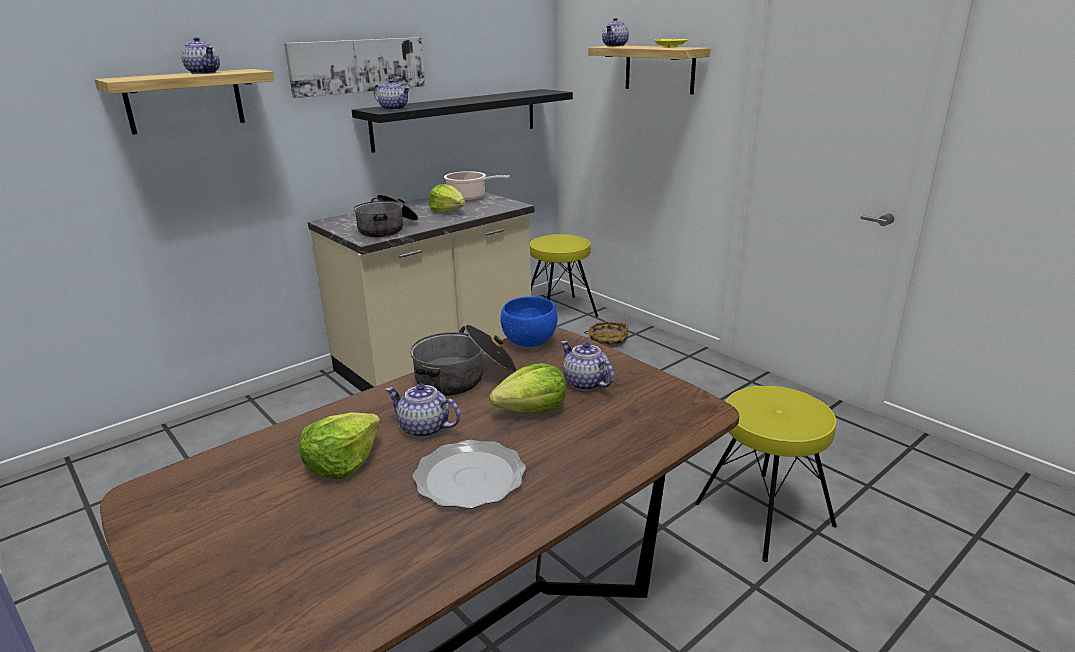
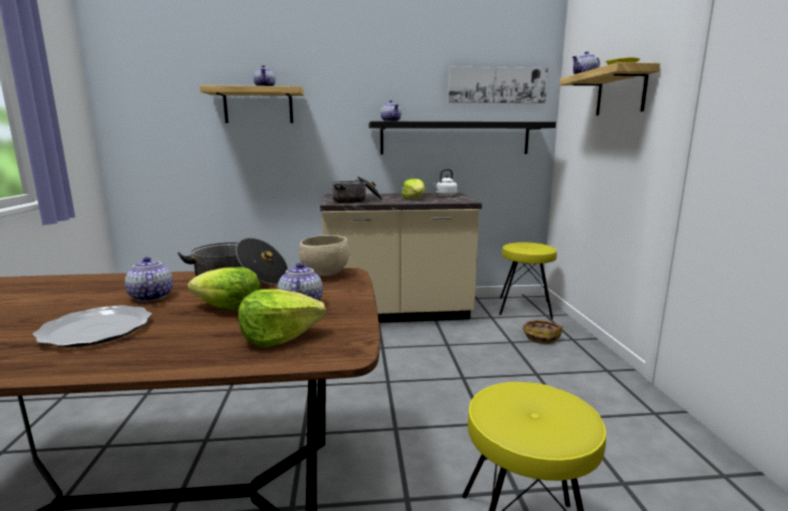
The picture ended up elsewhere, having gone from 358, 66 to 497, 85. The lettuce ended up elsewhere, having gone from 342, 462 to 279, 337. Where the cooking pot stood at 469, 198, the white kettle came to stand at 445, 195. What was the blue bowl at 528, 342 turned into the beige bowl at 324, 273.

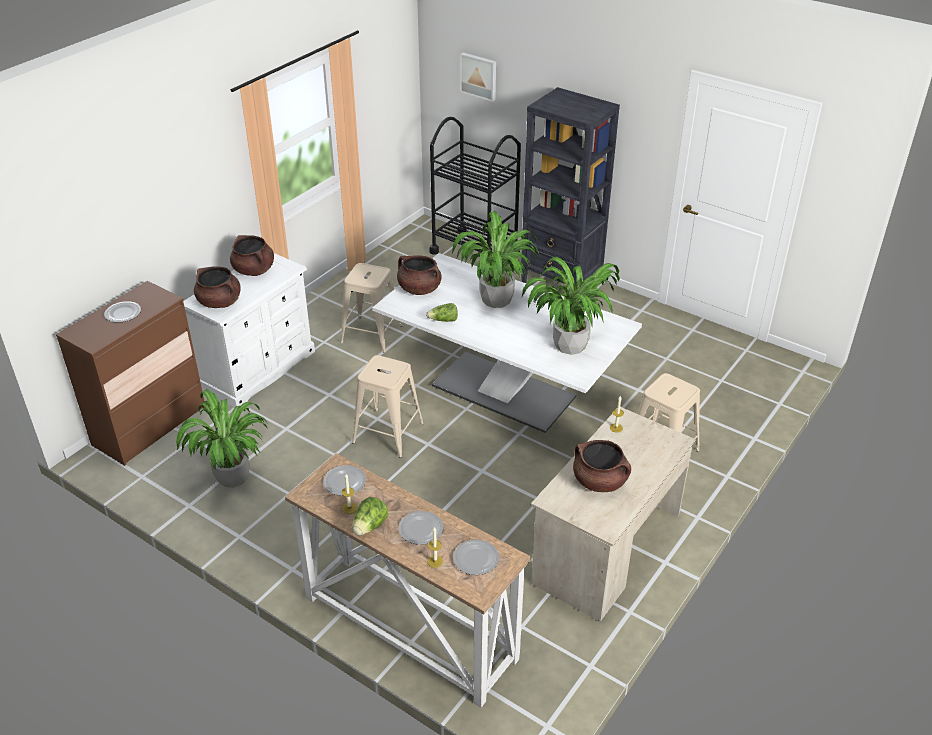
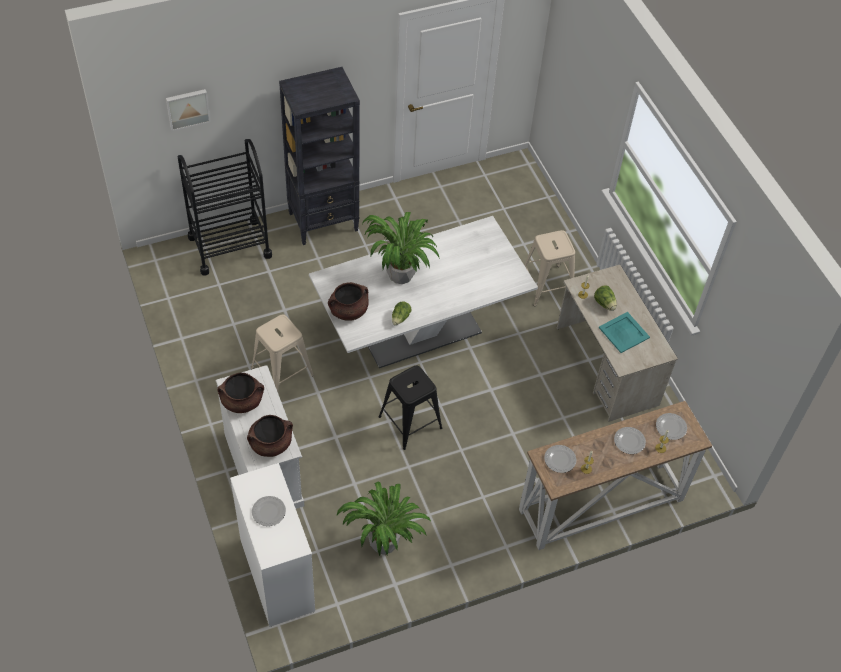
The second view lost the potted plant at 570, 345. The lettuce ended up elsewhere, having gone from 369, 526 to 604, 303. Where the brown cooking pot stood at 600, 481, the turquoise tray came to stand at 624, 332. What was the brown dresser at 150, 426 turned into the white dresser at 277, 575. What was the beige stool at 388, 433 turned into the black stool at 410, 422.

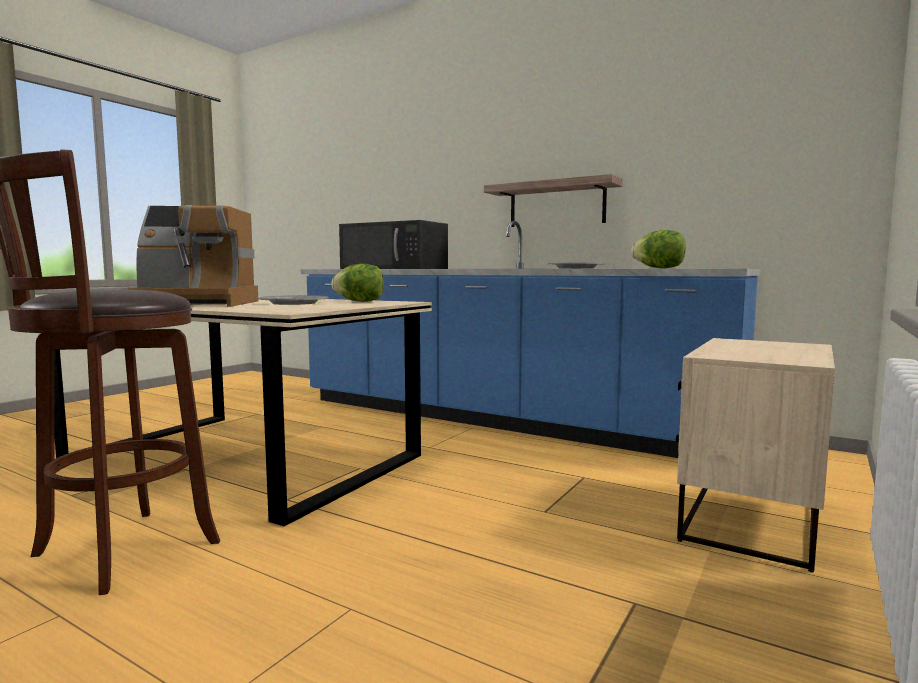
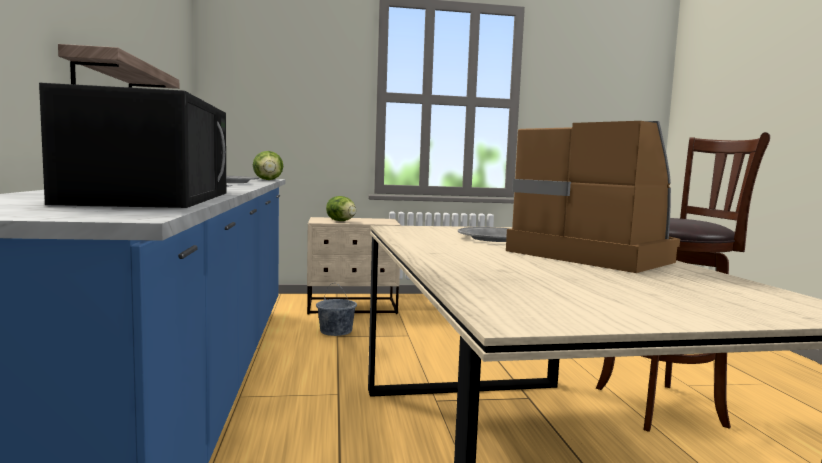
The second view gained the grey bucket at 336, 331. The lettuce ended up elsewhere, having gone from 360, 301 to 341, 221.

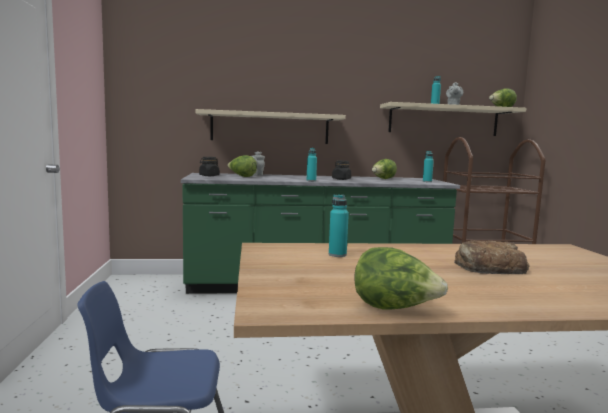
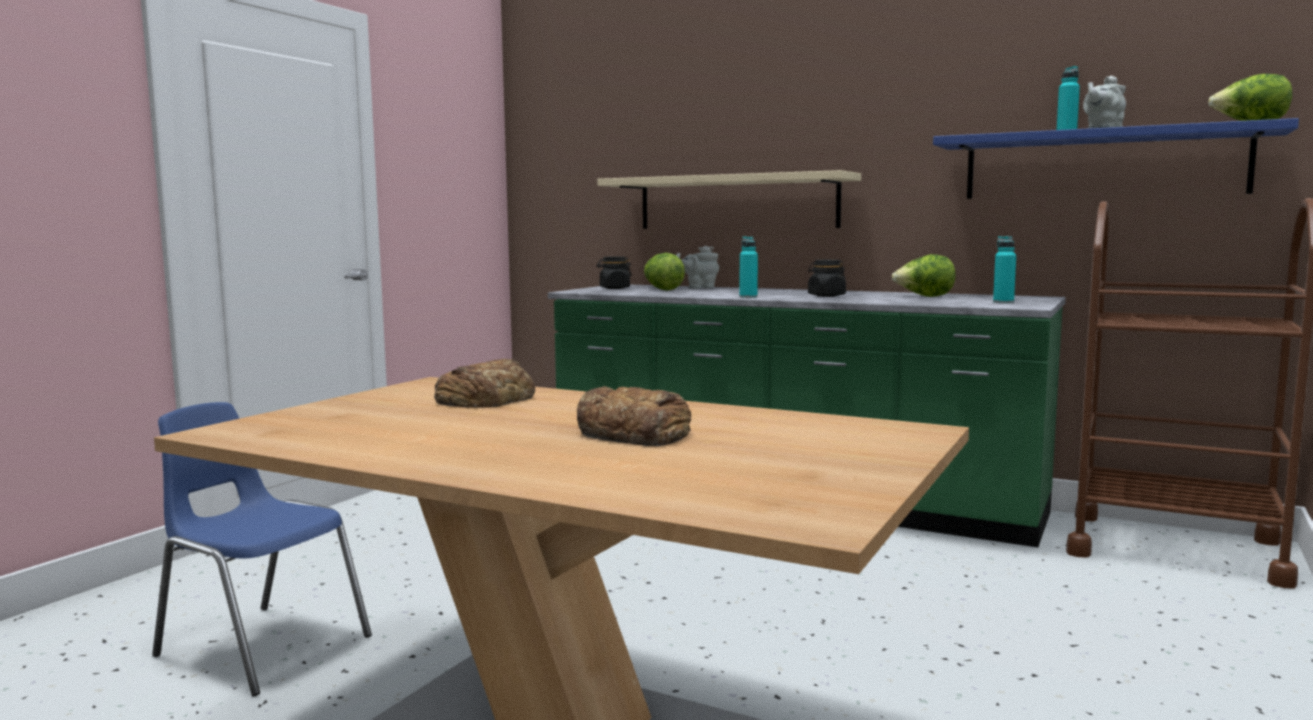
The second view lost the lettuce at 394, 308. Where the turquoise bottle stood at 337, 254, the bread came to stand at 486, 398. What was the beige shelf at 443, 120 turned into the blue shelf at 1102, 165.

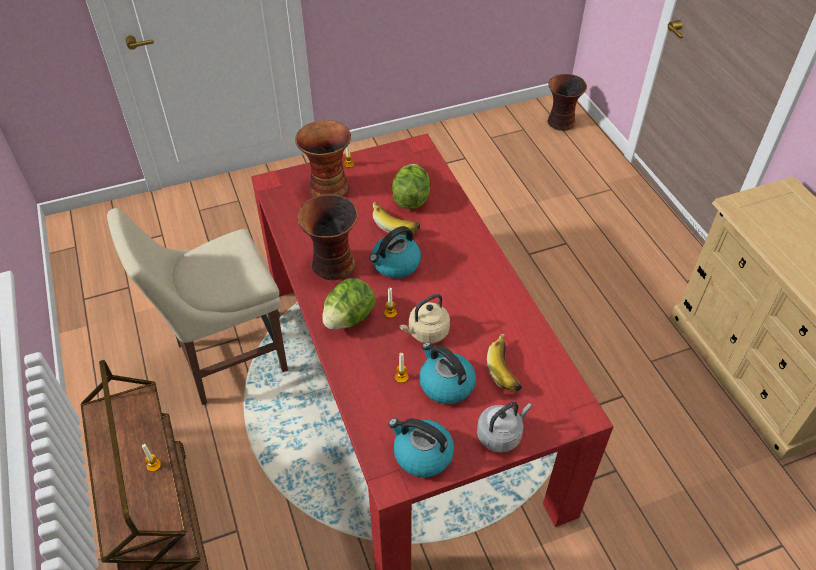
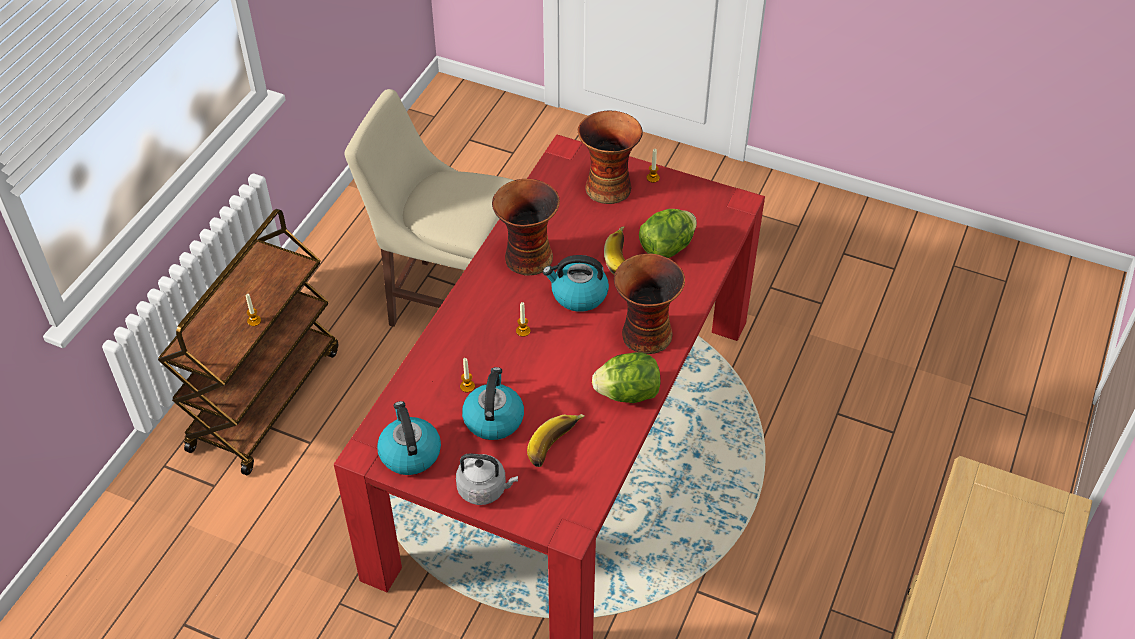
The second view lost the beige kettle at 426, 332. The lettuce ended up elsewhere, having gone from 349, 318 to 628, 393. The vase ended up elsewhere, having gone from 560, 122 to 644, 335.

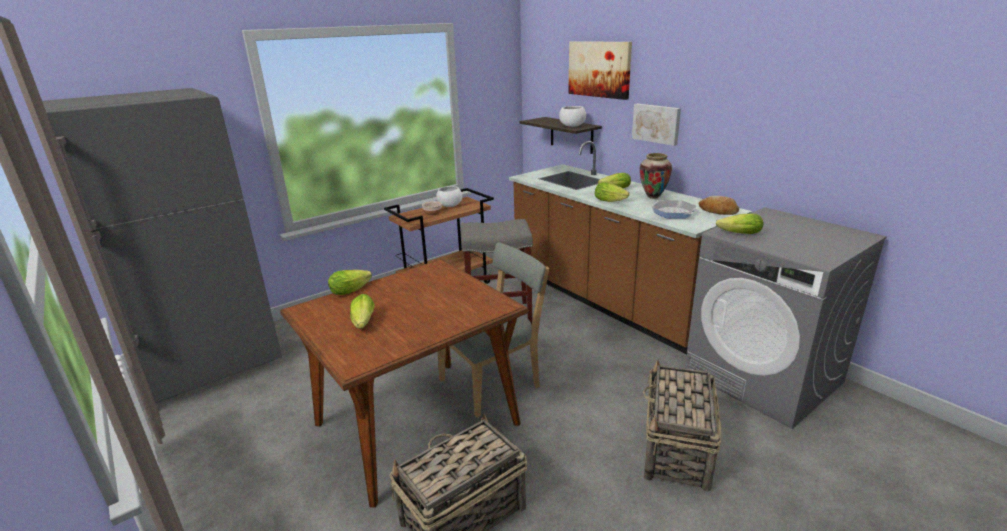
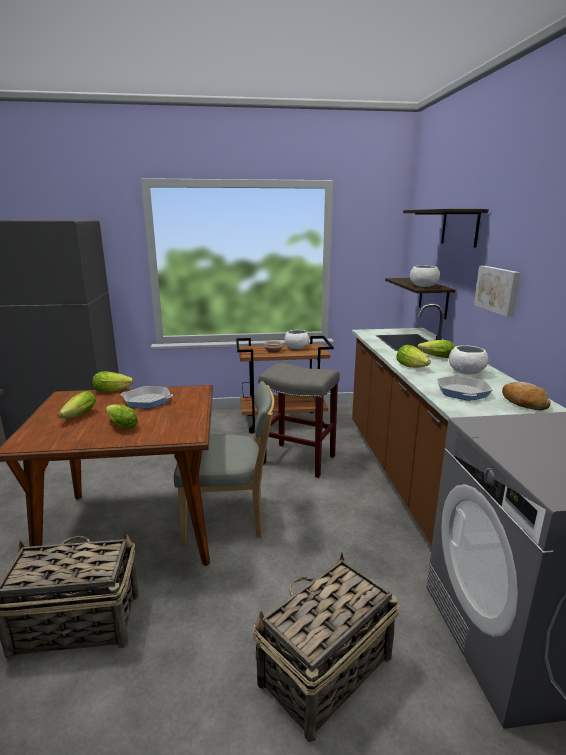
The second view gained the frying pan at 147, 401. The lettuce ended up elsewhere, having gone from 737, 234 to 121, 425. Where the picture hung at 599, 69, the shelf came to hang at 460, 227. Where the vase stood at 653, 197, the white bowl came to stand at 466, 372.

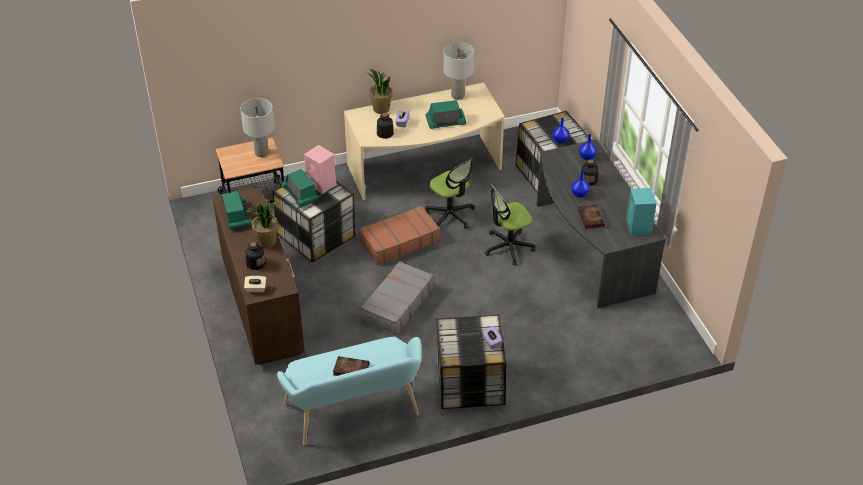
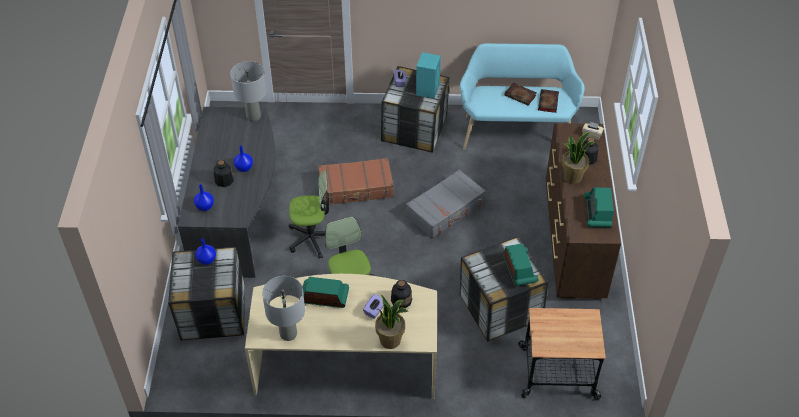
The second view lost the pink speaker at 322, 184. The grey table lamp ended up elsewhere, having gone from 261, 153 to 253, 116. The brown suitcase ended up elsewhere, having gone from 399, 241 to 356, 188. The book ended up elsewhere, having gone from 590, 218 to 548, 103. The turquoise speaker ended up elsewhere, having gone from 638, 227 to 428, 89.

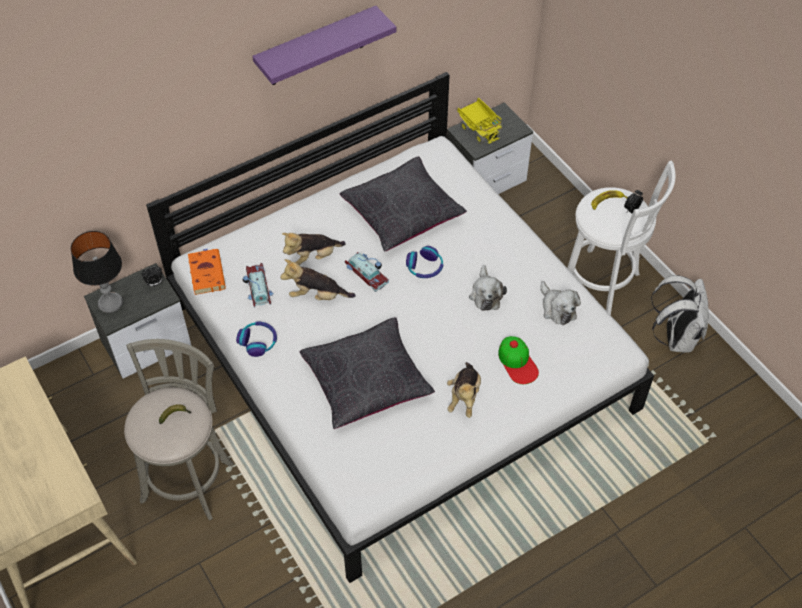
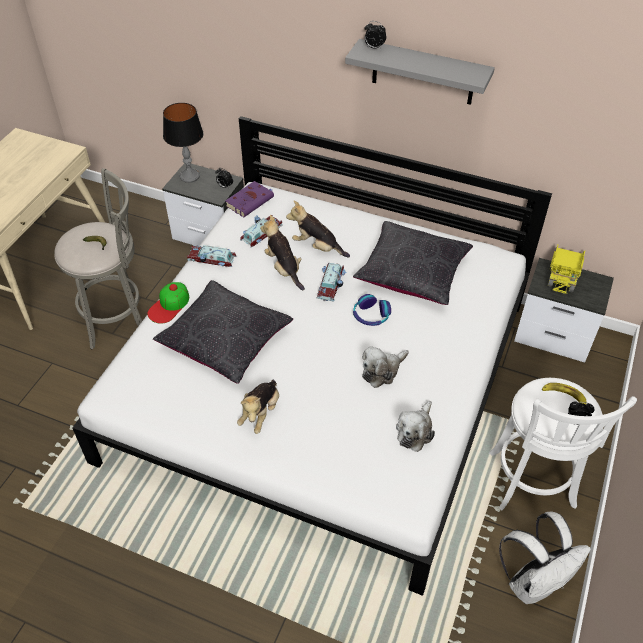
The second view gained the alarm clock at 374, 48. The cap ended up elsewhere, having gone from 517, 362 to 169, 305. Where the headphones stood at 258, 341, the toy car came to stand at 212, 260. What was the orange book at 206, 272 turned into the purple book at 250, 201. What was the purple shelf at 316, 47 turned into the grey shelf at 423, 73. The plush toy at 464, 397 ended up facing another way, 45 degrees counterclockwise from before.

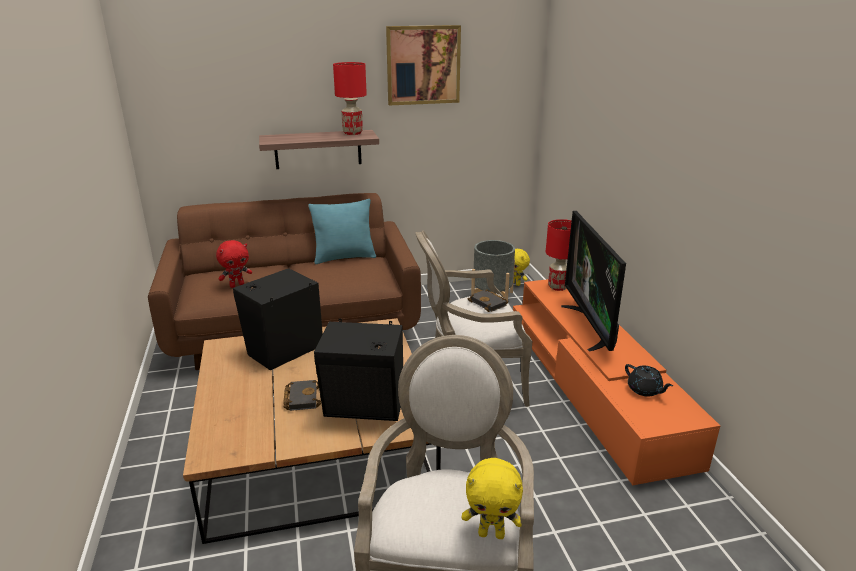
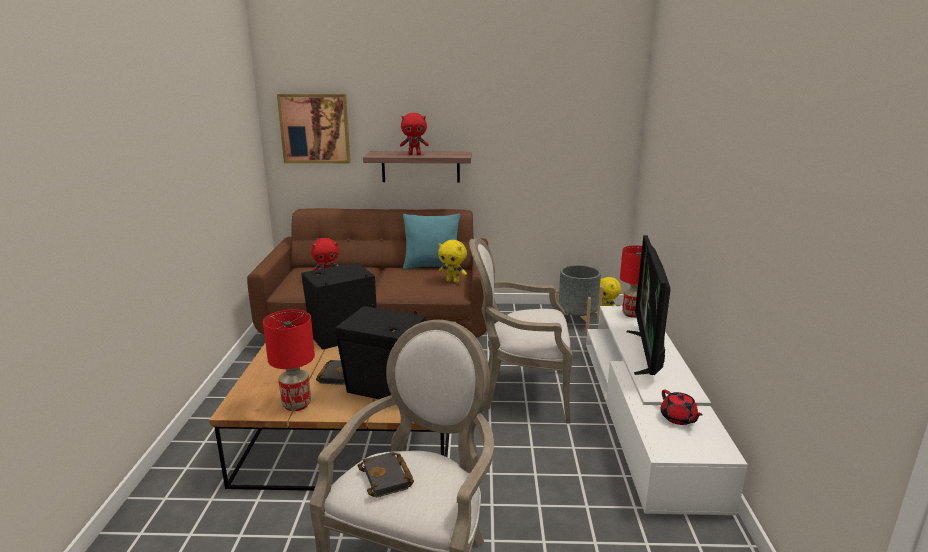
The second view gained the red plush toy at 414, 154. The red table lamp ended up elsewhere, having gone from 353, 133 to 297, 405. The picture ended up elsewhere, having gone from 423, 65 to 315, 128. The yellow plush toy ended up elsewhere, having gone from 492, 533 to 453, 281. The black book ended up elsewhere, having gone from 489, 303 to 388, 478. What was the orange tv stand at 591, 384 turned into the white tv stand at 644, 413. What was the black teapot at 644, 390 turned into the red teapot at 678, 418.

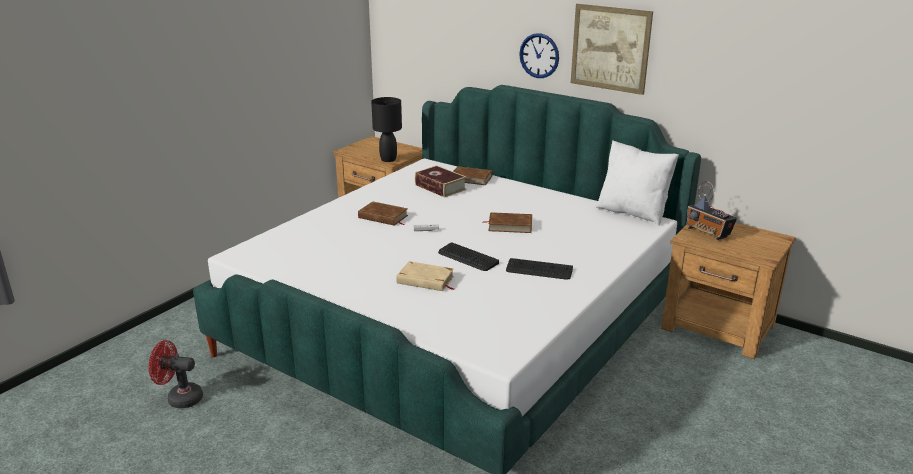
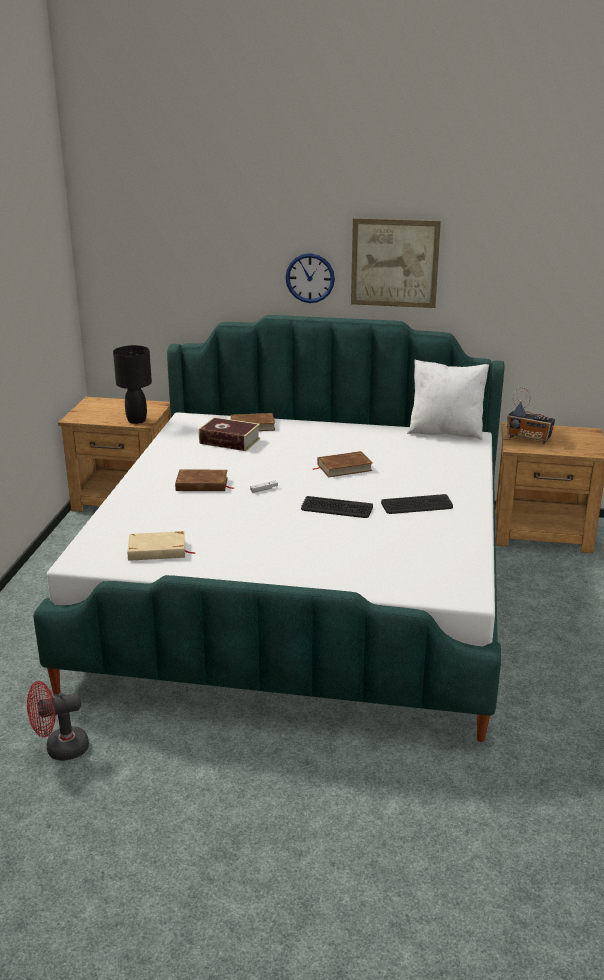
The beige book ended up elsewhere, having gone from 425, 280 to 157, 550.

